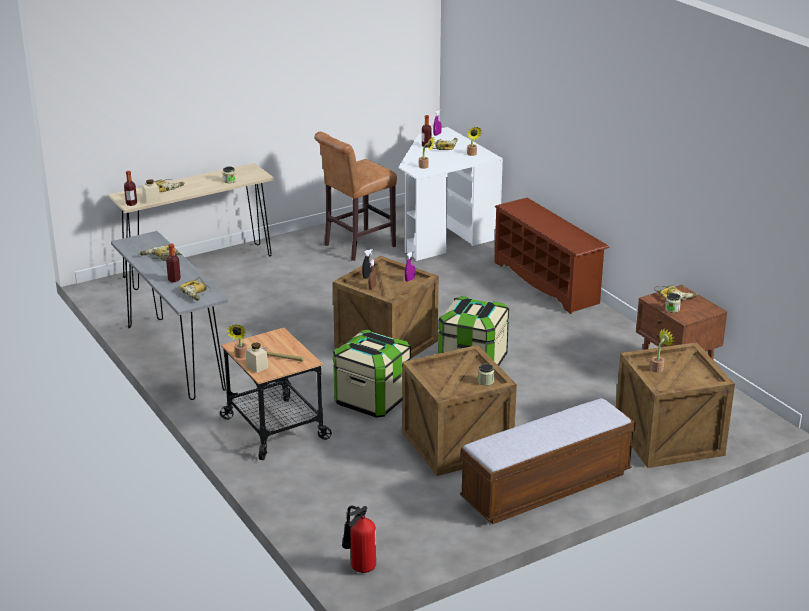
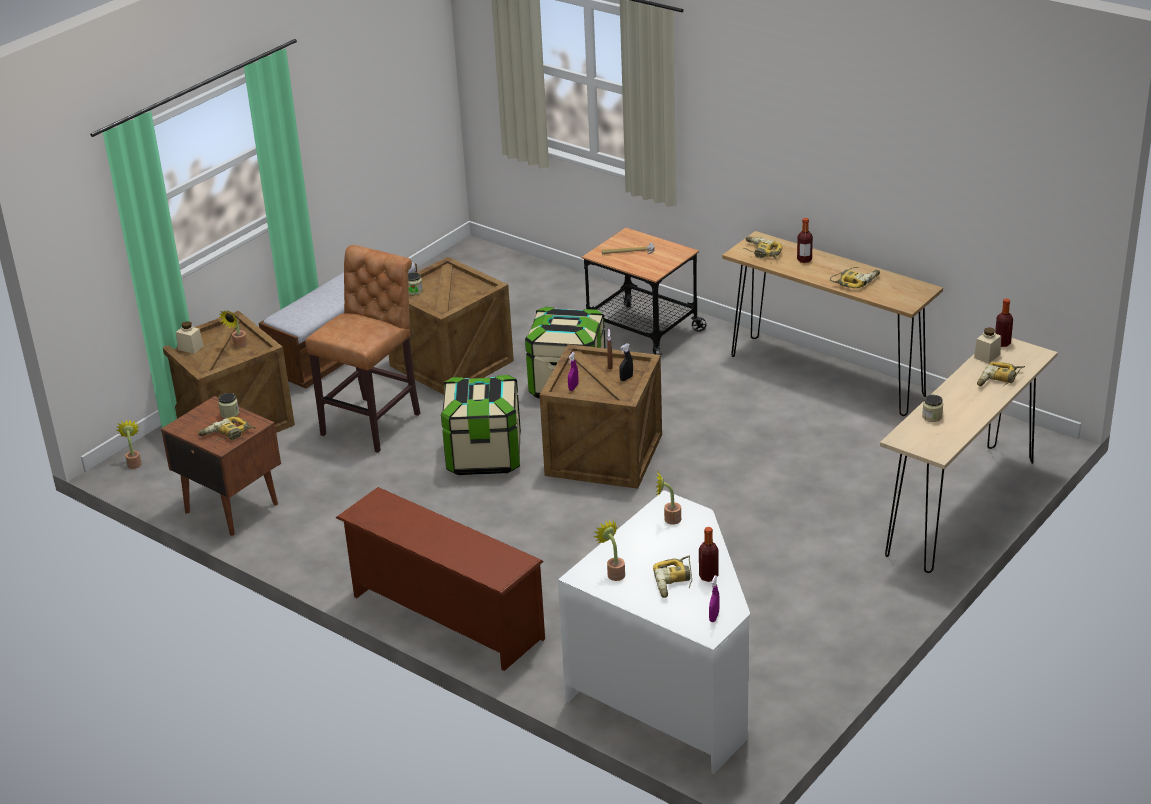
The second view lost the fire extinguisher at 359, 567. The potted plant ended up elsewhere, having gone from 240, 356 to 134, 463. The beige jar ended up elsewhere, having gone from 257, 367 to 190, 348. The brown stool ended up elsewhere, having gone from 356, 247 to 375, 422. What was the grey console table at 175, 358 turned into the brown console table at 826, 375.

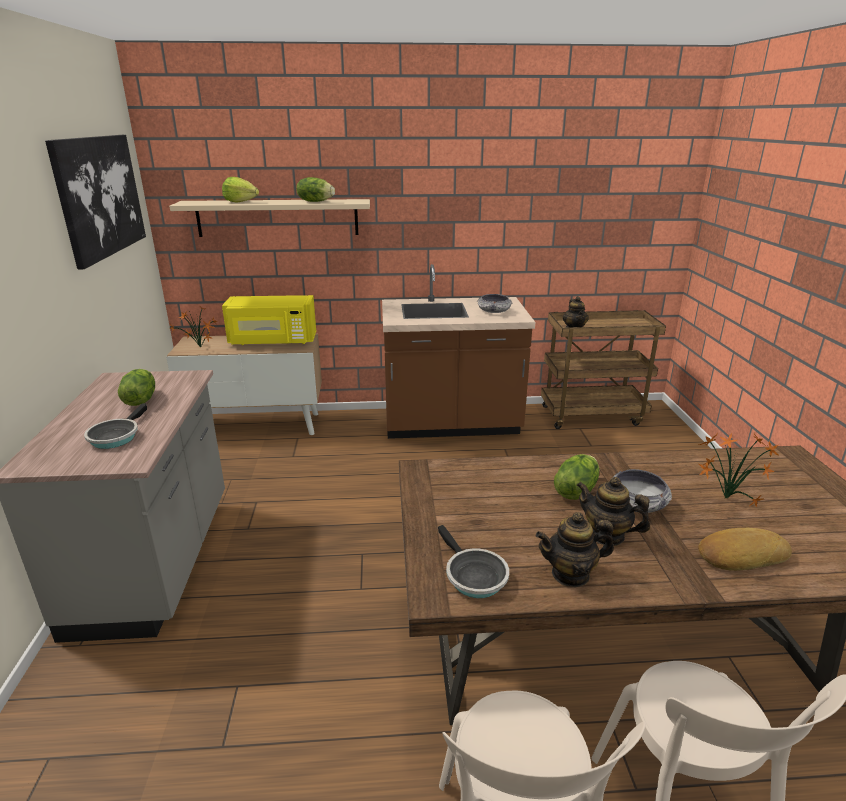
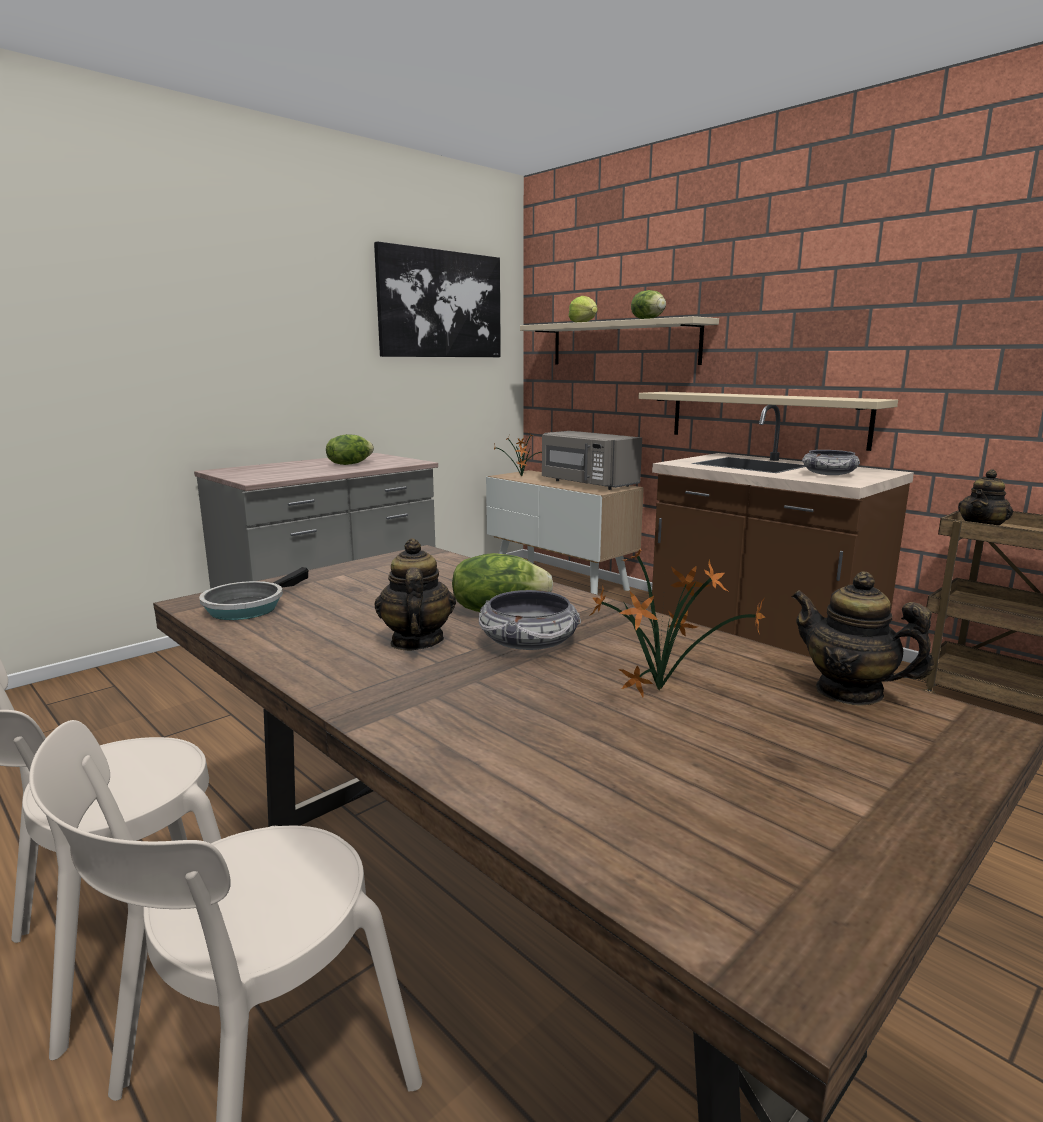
The second view lost the frying pan at 116, 436. The second view lost the bread at 740, 554. The second view gained the beige shelf at 765, 418. The teapot ended up elsewhere, having gone from 570, 574 to 849, 692. What was the yellow microwave at 273, 341 turned into the grey microwave at 587, 484.

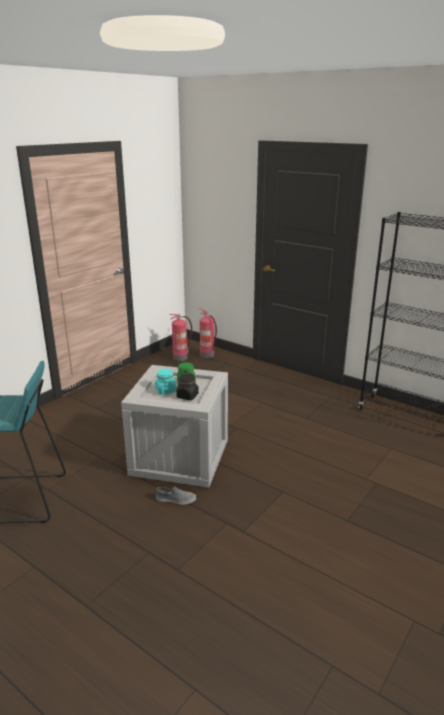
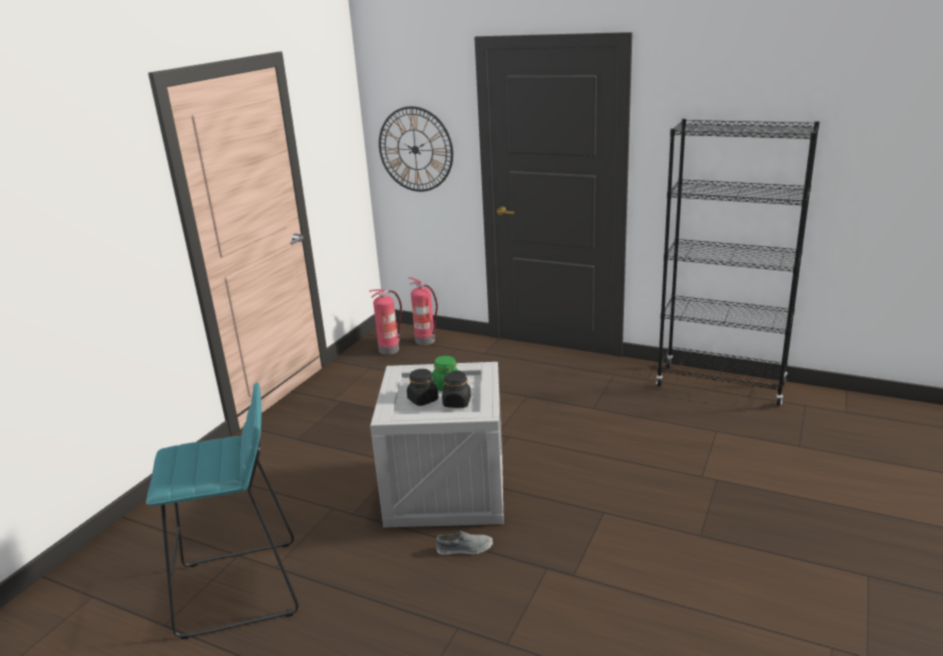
The second view gained the wall clock at 415, 149. What was the turquoise jar at 165, 390 turned into the black jar at 423, 399.

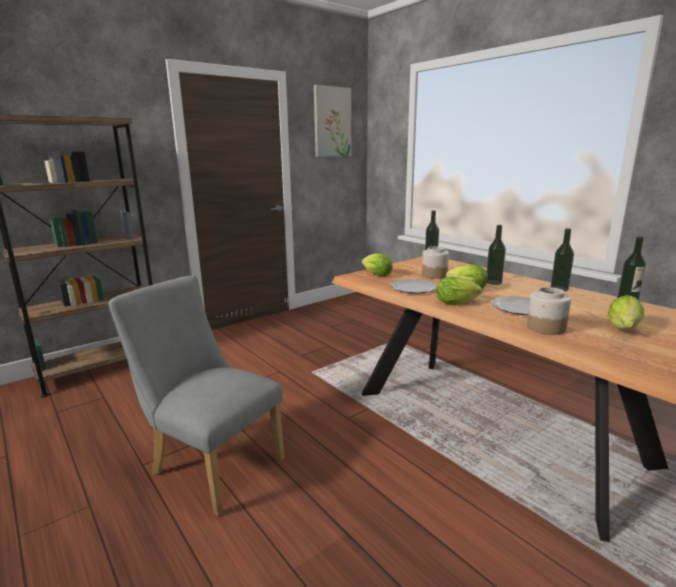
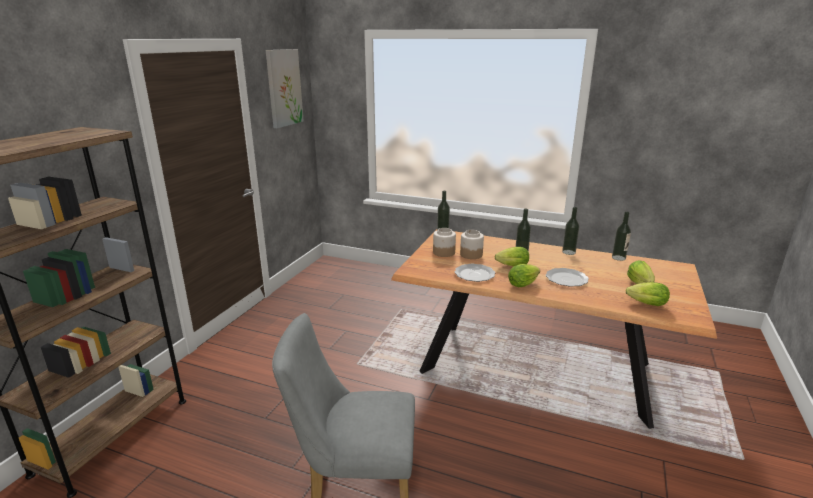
The lettuce ended up elsewhere, having gone from 375, 275 to 644, 304. The jar ended up elsewhere, having gone from 545, 328 to 443, 252.

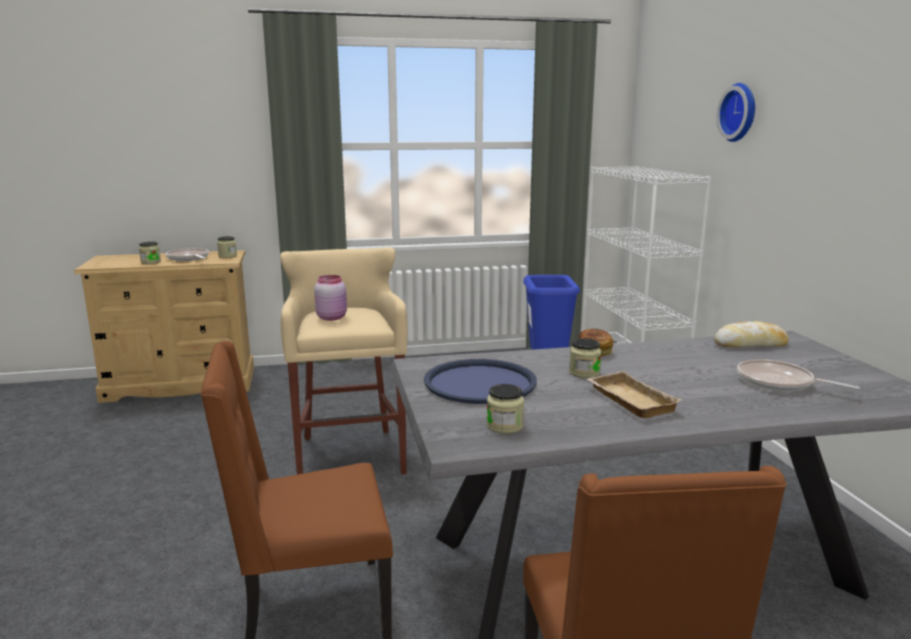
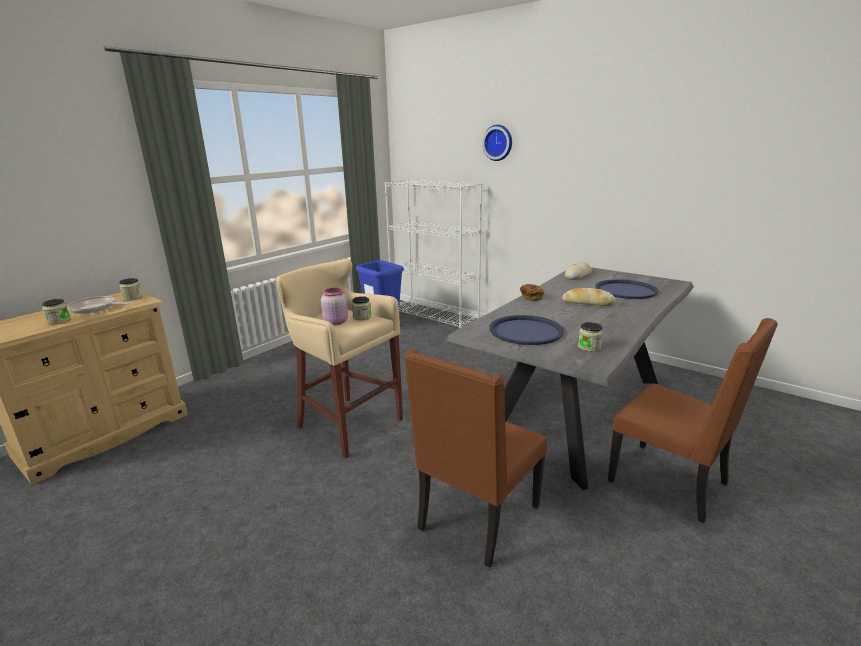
The second view lost the beige tray at 628, 400. The second view gained the bread at 588, 303. The jar ended up elsewhere, having gone from 584, 373 to 362, 317. Where the frying pan stood at 779, 383, the blue tray came to stand at 626, 290.

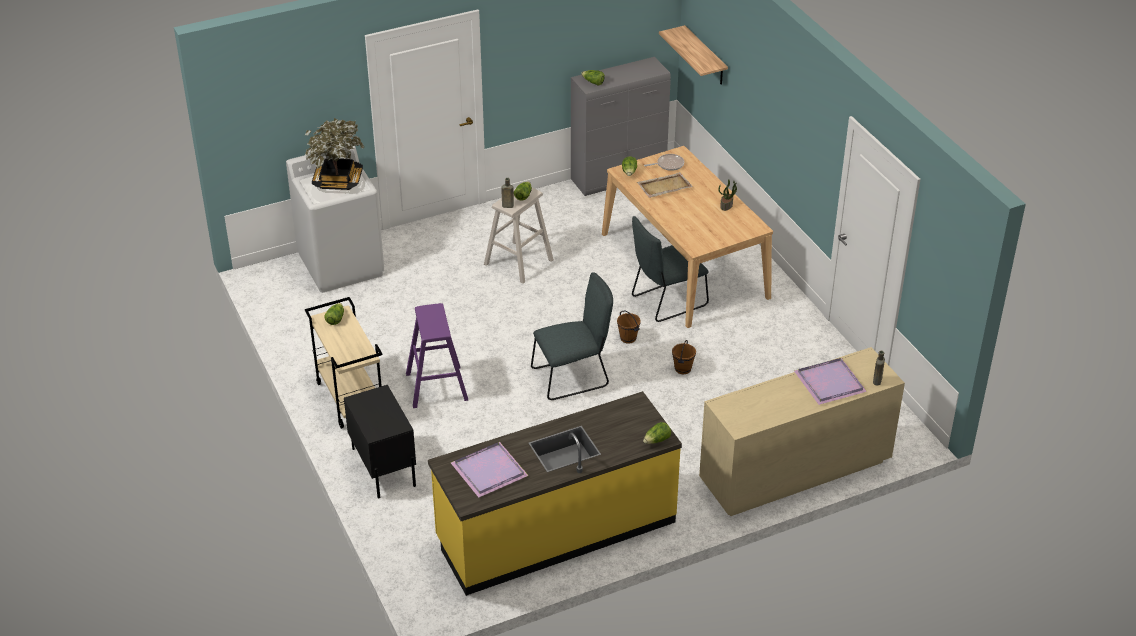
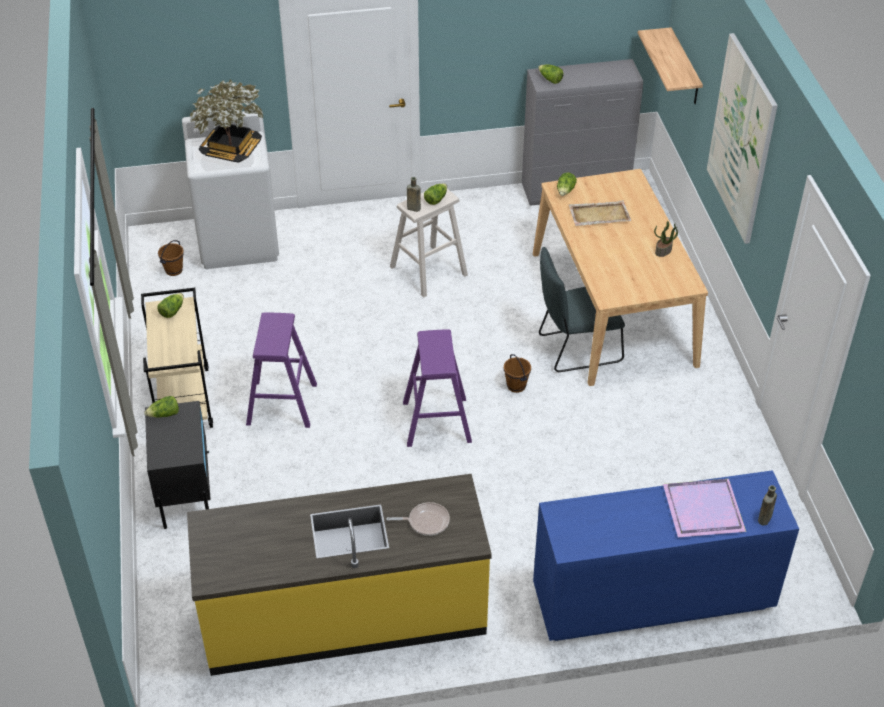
The second view lost the purple tray at 490, 471. The second view gained the picture at 742, 139. The lettuce ended up elsewhere, having gone from 657, 440 to 164, 414. The frying pan ended up elsewhere, having gone from 668, 164 to 426, 521. The brown bucket ended up elsewhere, having gone from 683, 369 to 174, 270. Where the grey chair stood at 573, 377, the purple stool came to stand at 437, 422. What was the beige dresser at 793, 472 turned into the blue dresser at 651, 599.

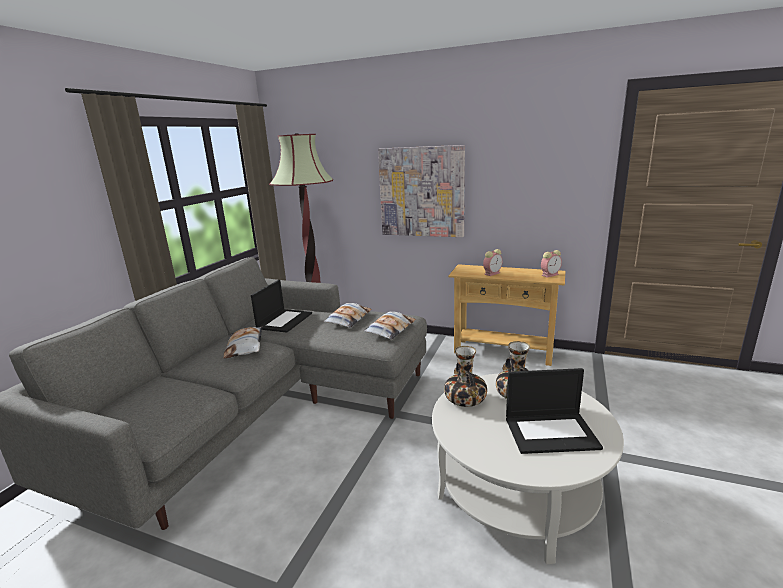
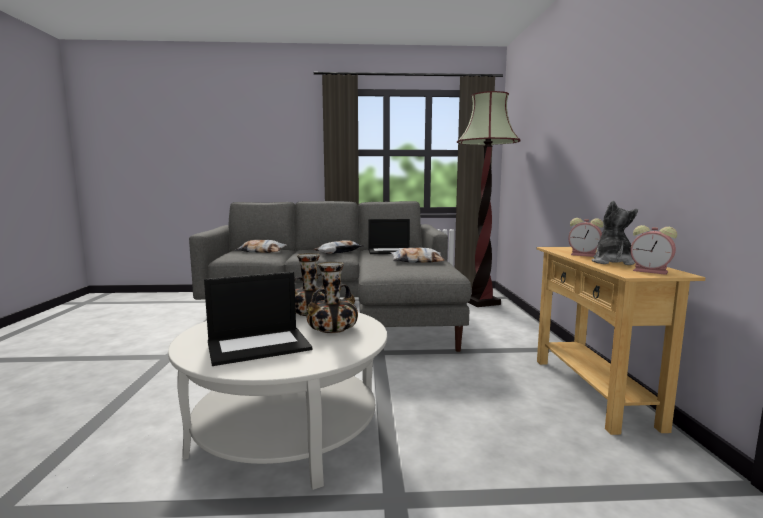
The second view lost the picture at 421, 192. The second view gained the plush toy at 612, 262. The pillow ended up elsewhere, having gone from 390, 329 to 261, 251. The laptop at 551, 432 ended up facing another way, 90 degrees counterclockwise from before.

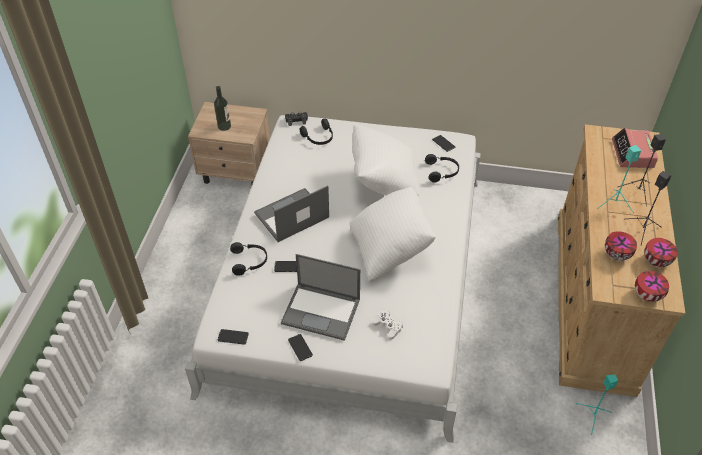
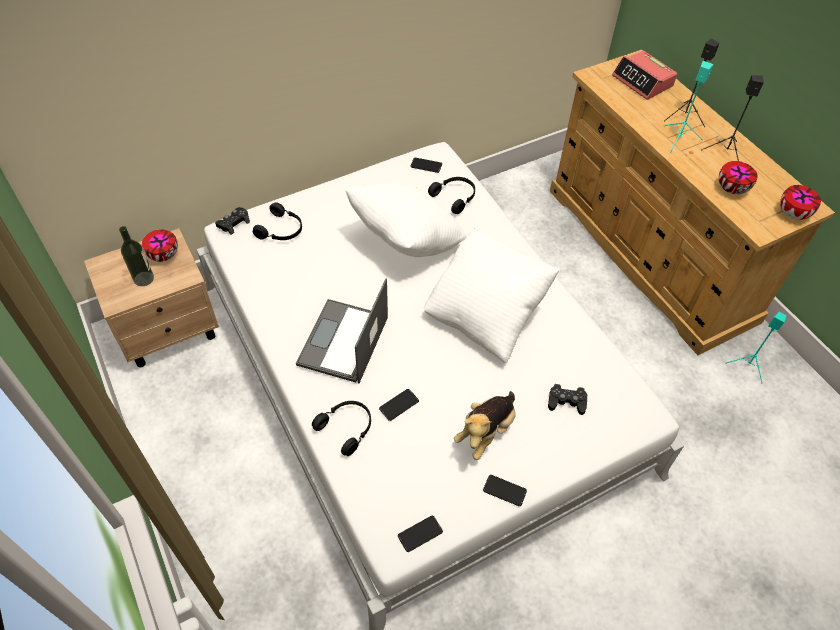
The bowl ended up elsewhere, having gone from 656, 260 to 163, 254. Where the laptop stood at 322, 311, the plush toy came to stand at 486, 431. What was the white game controller at 387, 327 turned into the black game controller at 566, 402.

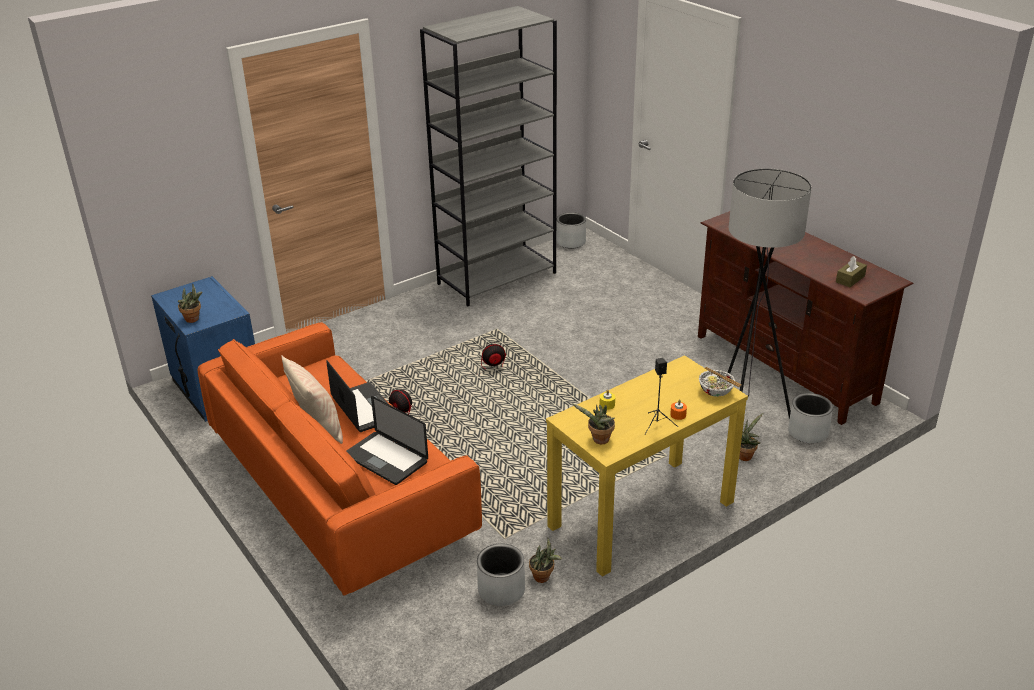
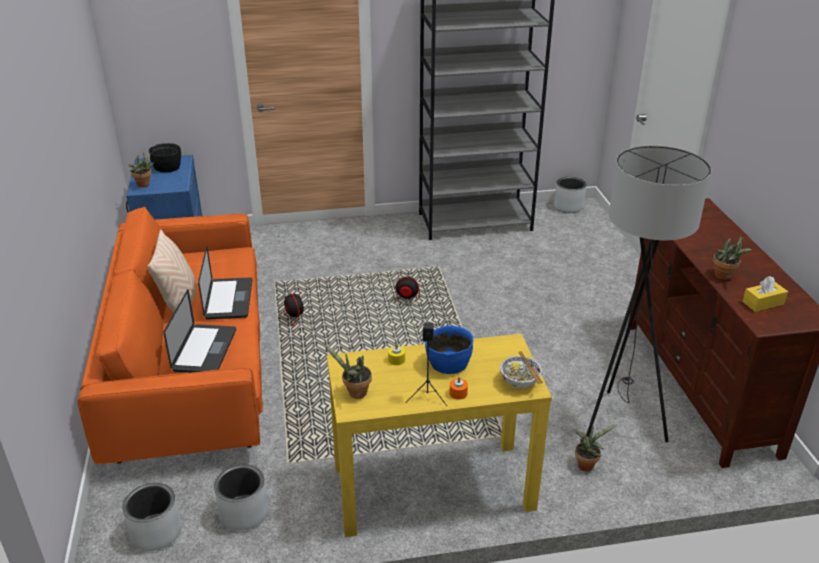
The second view gained the black bowl at 168, 167. The second view gained the blue bowl at 448, 363. The potted plant ended up elsewhere, having gone from 544, 578 to 725, 276. The grey planter ended up elsewhere, having gone from 807, 432 to 155, 532. What was the brown tissue box at 850, 279 turned into the yellow tissue box at 763, 303. The laptop at 386, 459 ended up facing another way, 150 degrees counterclockwise from before.

